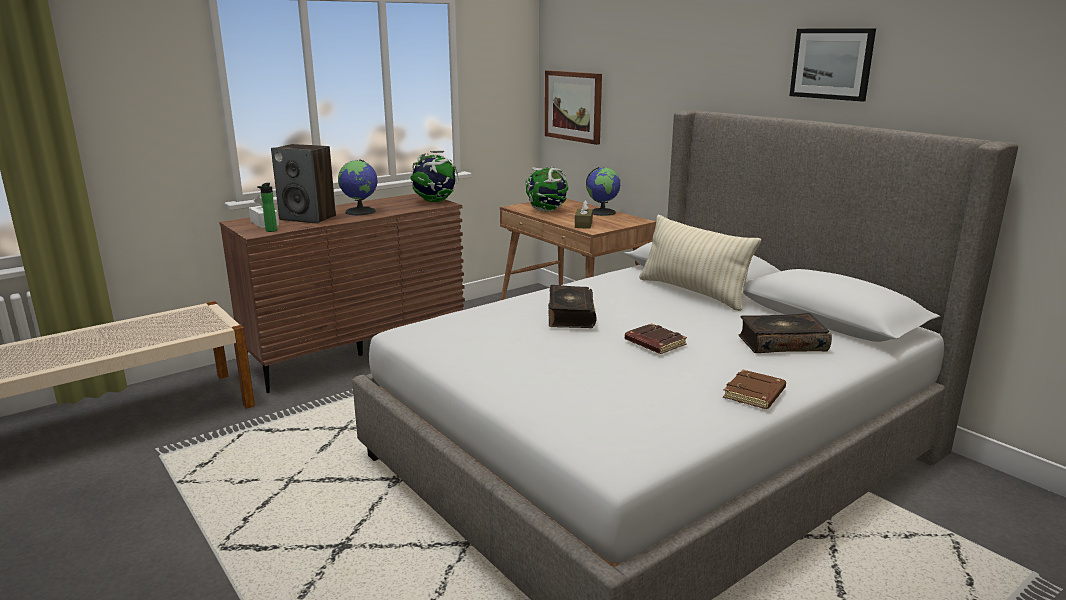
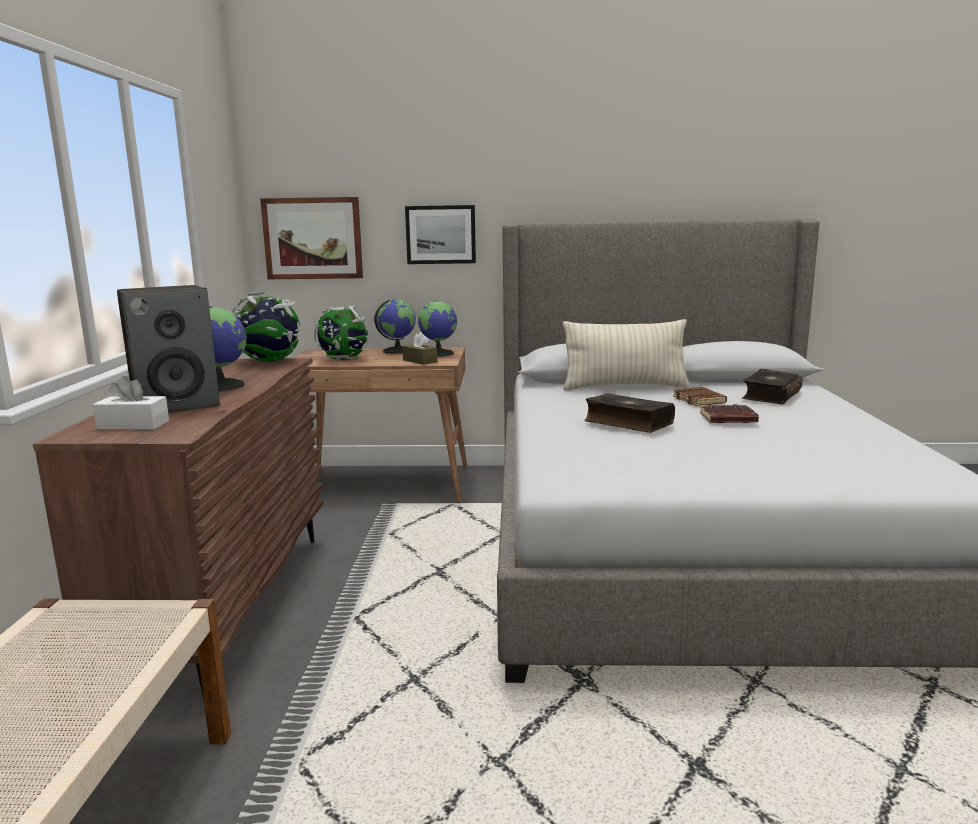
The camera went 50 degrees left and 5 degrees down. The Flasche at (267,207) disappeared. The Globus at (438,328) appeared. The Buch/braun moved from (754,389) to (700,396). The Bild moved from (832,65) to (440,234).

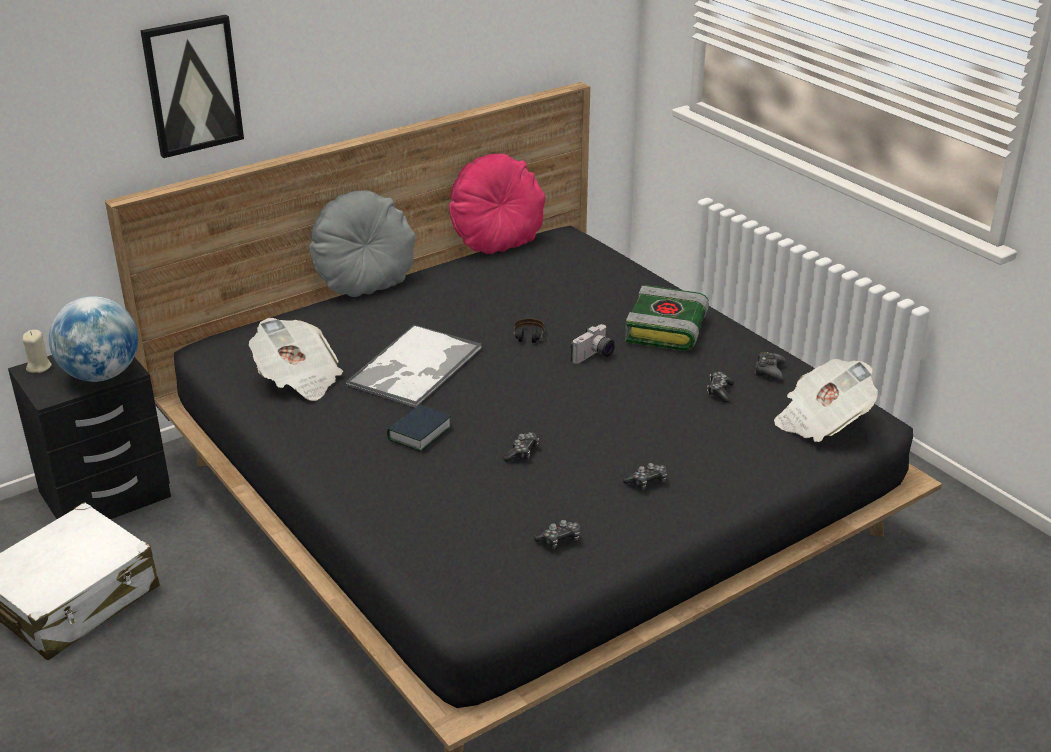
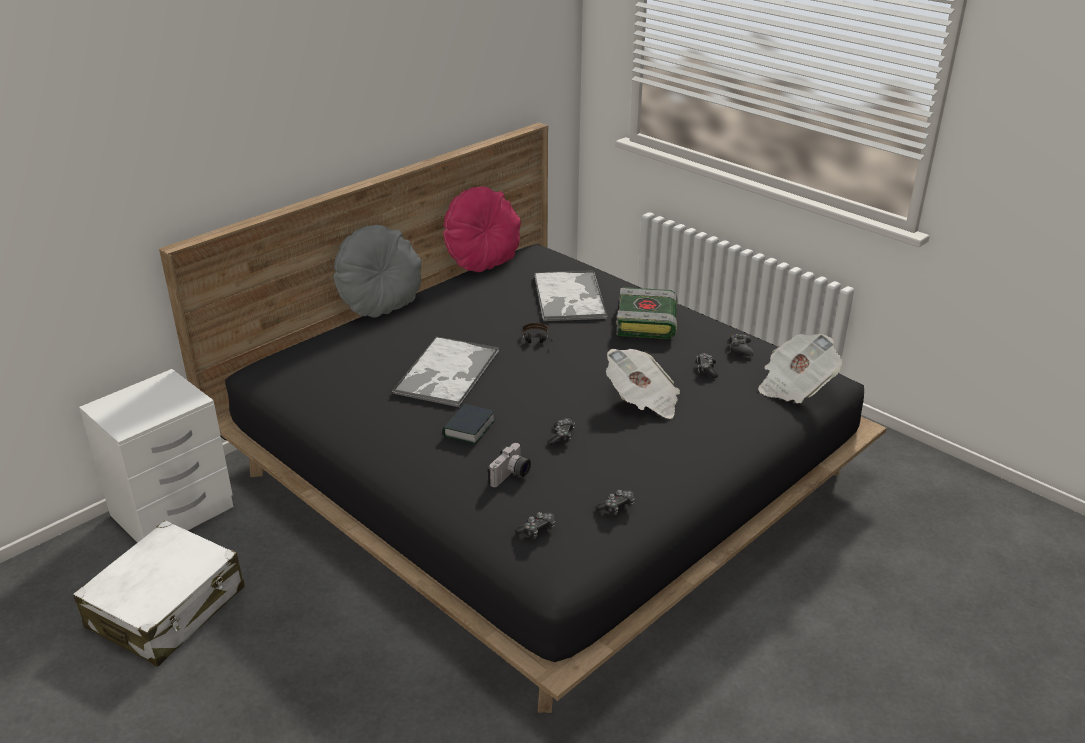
The camera went 10 degrees left and 0 degrees up. The Kerze/beige at (37,351) disappeared. The Globus at (93,339) disappeared. The Bild at (192,86) disappeared. The Tablett at (571,295) appeared. The Zeitung moved from (296,359) to (643,384). The Kamera moved from (593,344) to (509,465). The Gamepad moved from (645,476) to (535,525). The Nachttisch/schwarz at (89,437) became the Nachttisch/weiß at (156,456).

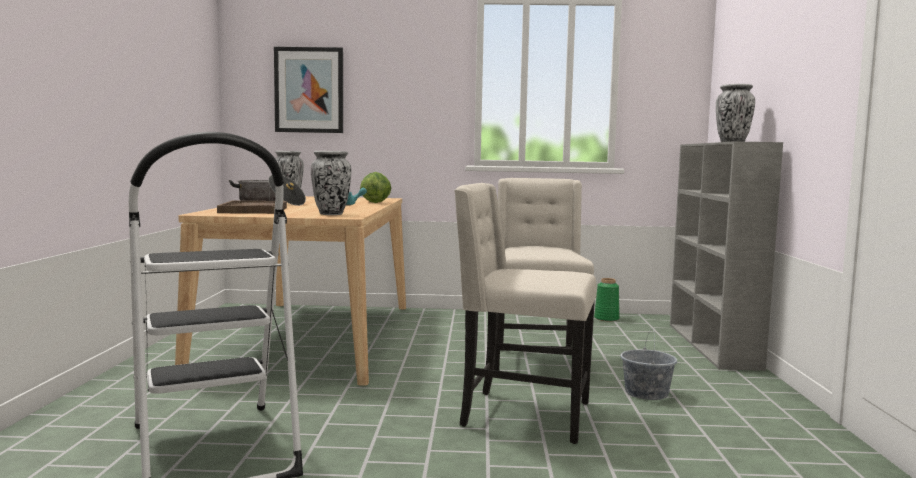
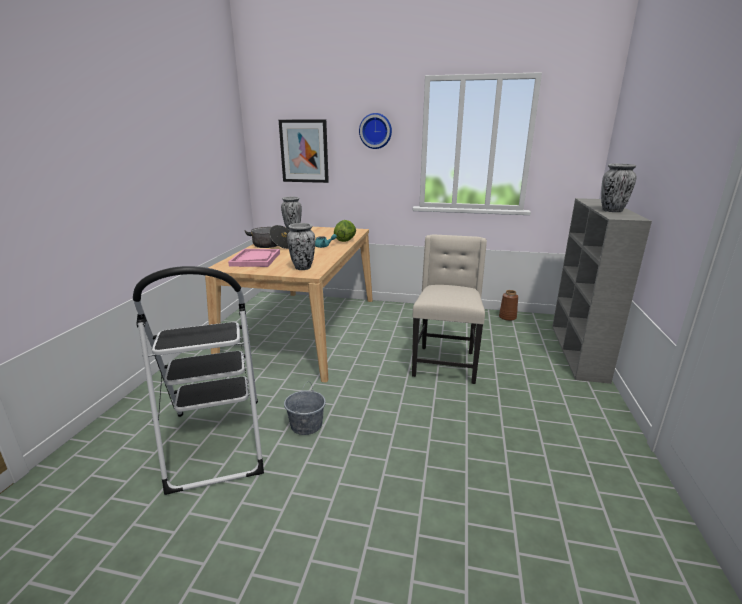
The camera went 10 degrees right and 15 degrees up. The Stuhl/beige at (525,313) disappeared. The Wanduhr at (375,131) appeared. The Eimer/grau moved from (648,364) to (305,408). The Tablett/braun at (252,207) became the Tablett/rosa at (254,258). The Vase/grün at (606,299) became the Vase/braun at (508,305).

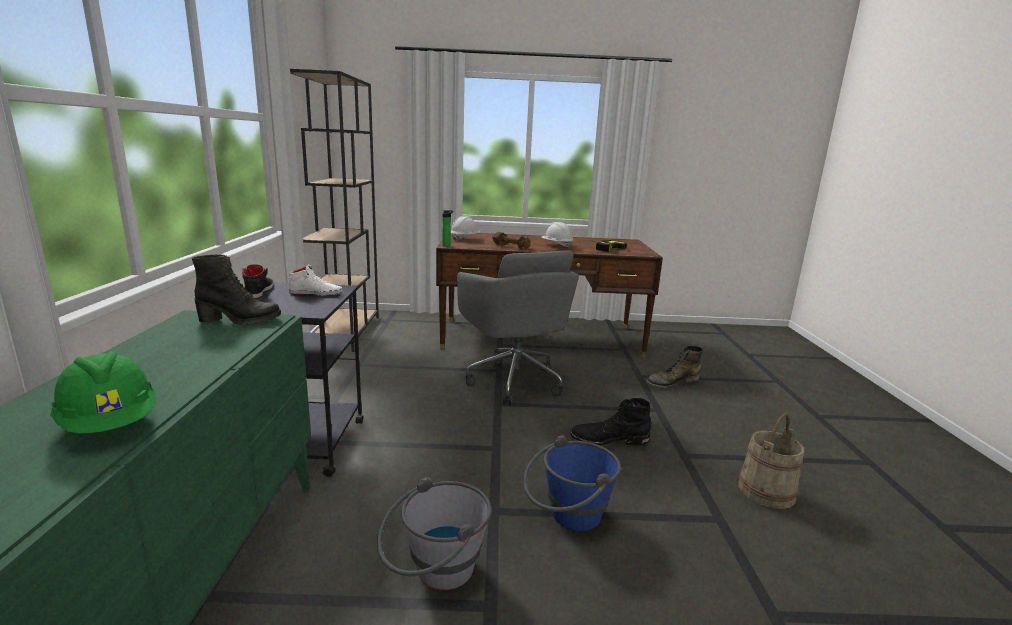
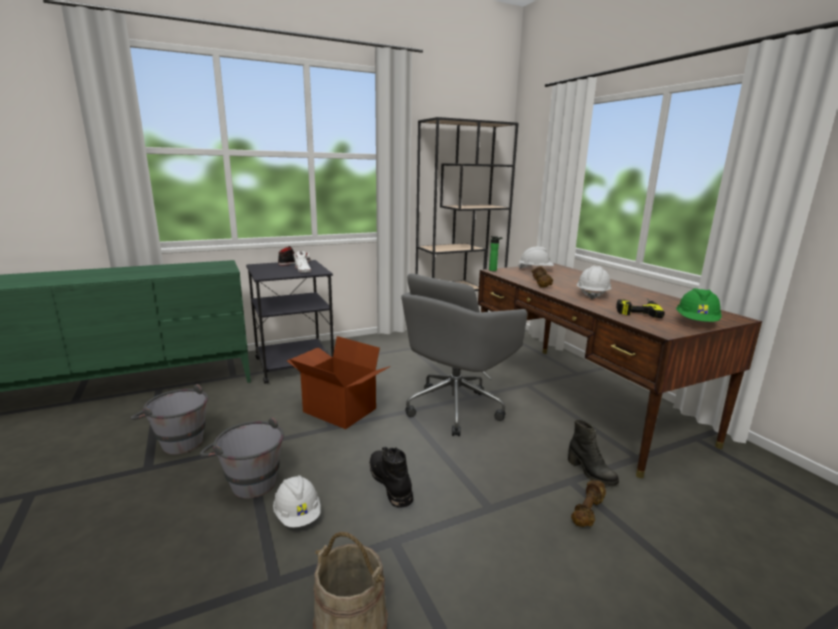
The camera went 65 degrees right and 0 degrees up. The Schutzhelm/weiß at (297,501) appeared. The Karton at (339,382) appeared. The Schutzhelm/grün moved from (103,392) to (699,305). The Stiefel/schwarz moved from (236,289) to (593,453). The Stiefel/grün at (674,366) was replaced by the Hantel/braun at (588,503). The Eimer/blau at (572,483) became the Eimer/grau at (242,457).

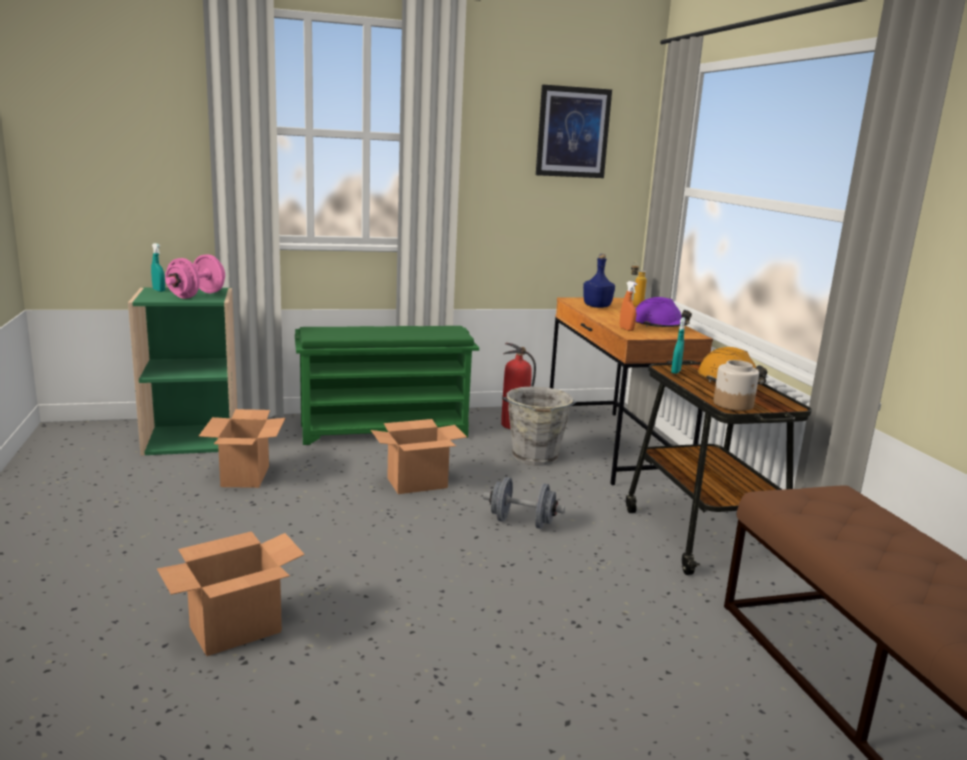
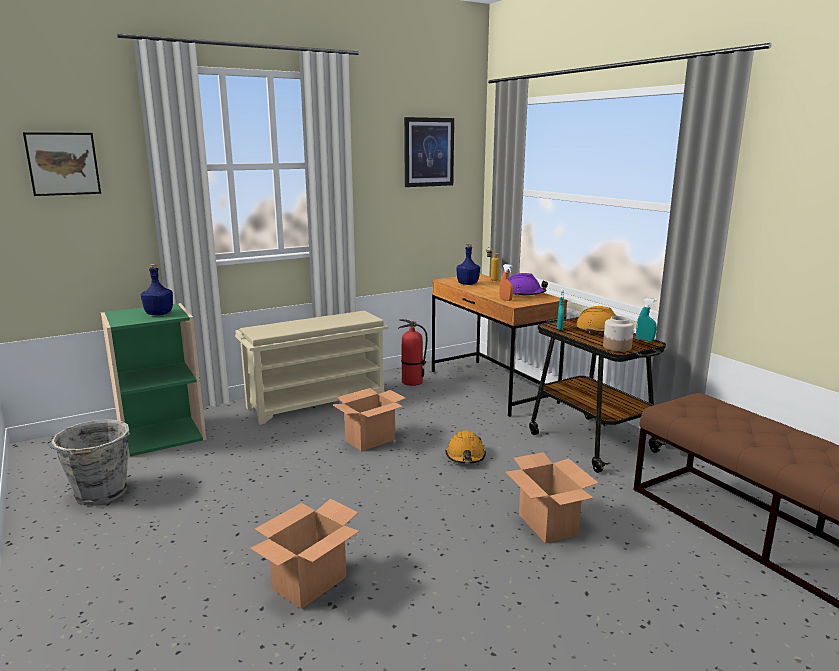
The camera went 15 degrees left and 0 degrees up. The Bild at (62,164) appeared. The Sprühflasche/türkis moved from (158,267) to (646,319). The Karton moved from (242,448) to (552,497). The Eimer/grau moved from (539,425) to (88,462). The Hantel/rosa at (195,276) was replaced by the Flasche/blau at (157,289). The Hantel/grau at (524,503) was replaced by the Schutzhelm/orange at (465,447). The Schuhregal/grün at (387,385) became the Schuhregal/beige at (311,368).

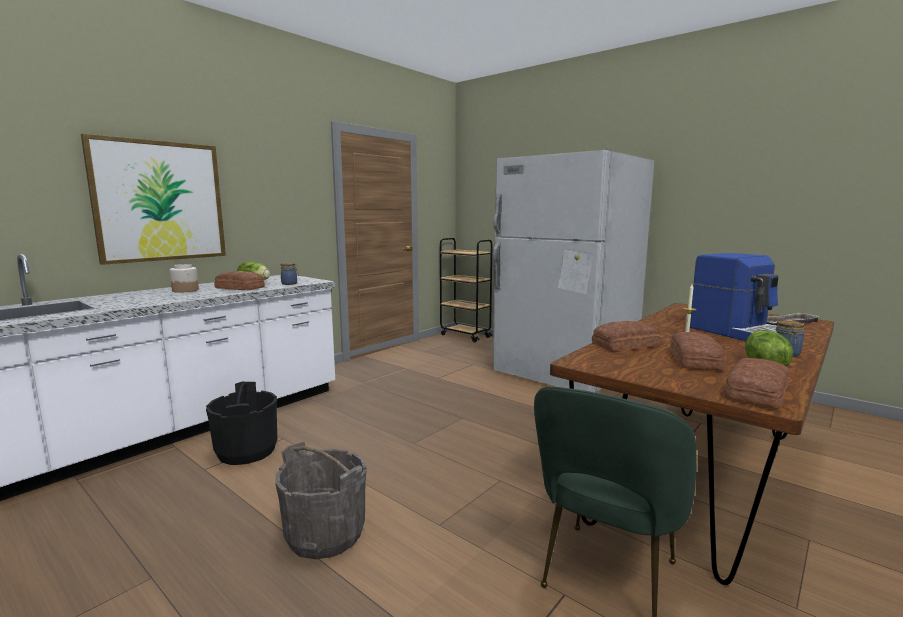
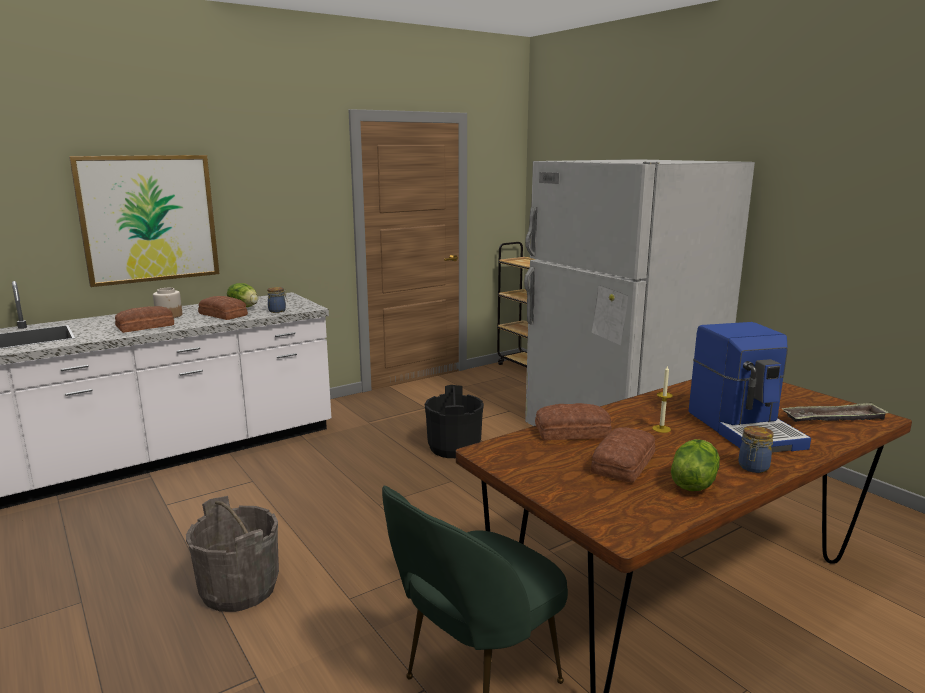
The camera went 15 degrees right and 5 degrees up. The Eimer/schwarz moved from (241,423) to (454,421). The Brot moved from (757,384) to (144,319).

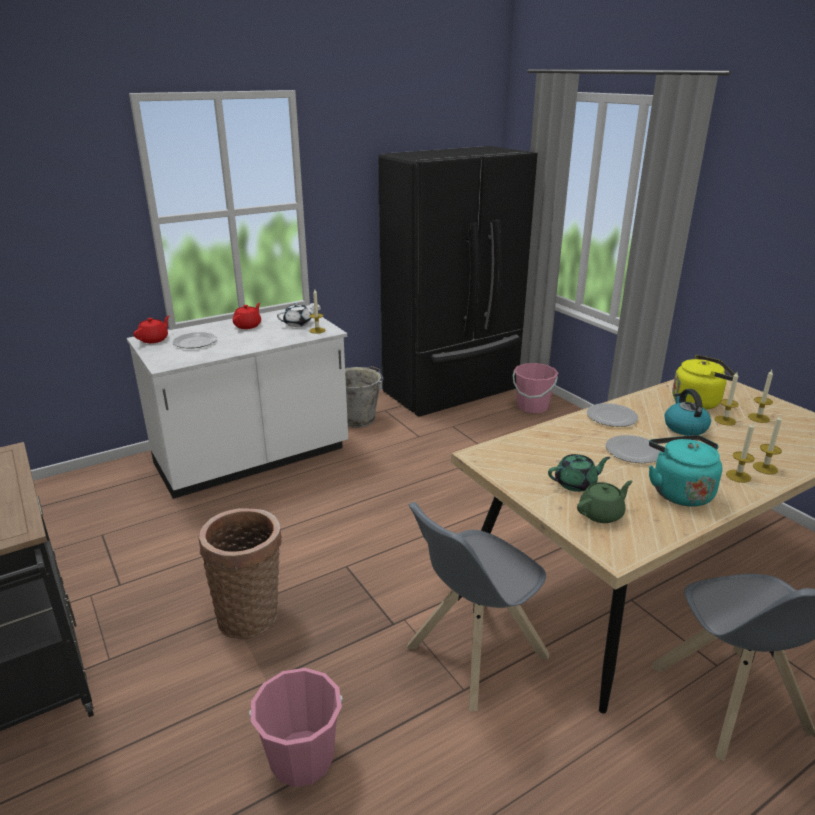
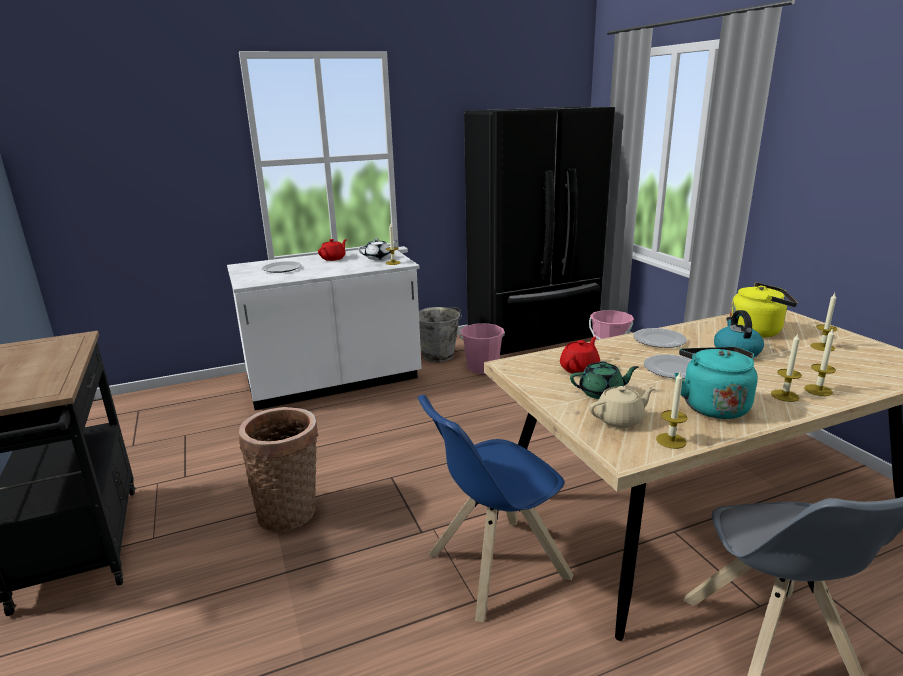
The camera went 10 degrees right and 5 degrees down. The Teekanne/rot moved from (151,329) to (580,355). The Eimer/rosa moved from (296,727) to (482,348). The Kerze moved from (726,399) to (672,410). The Stuhl/grau at (478,606) became the Stuhl/blau at (495,508). The Teekanne/grün at (605,502) became the Teekanne/beige at (622,407).

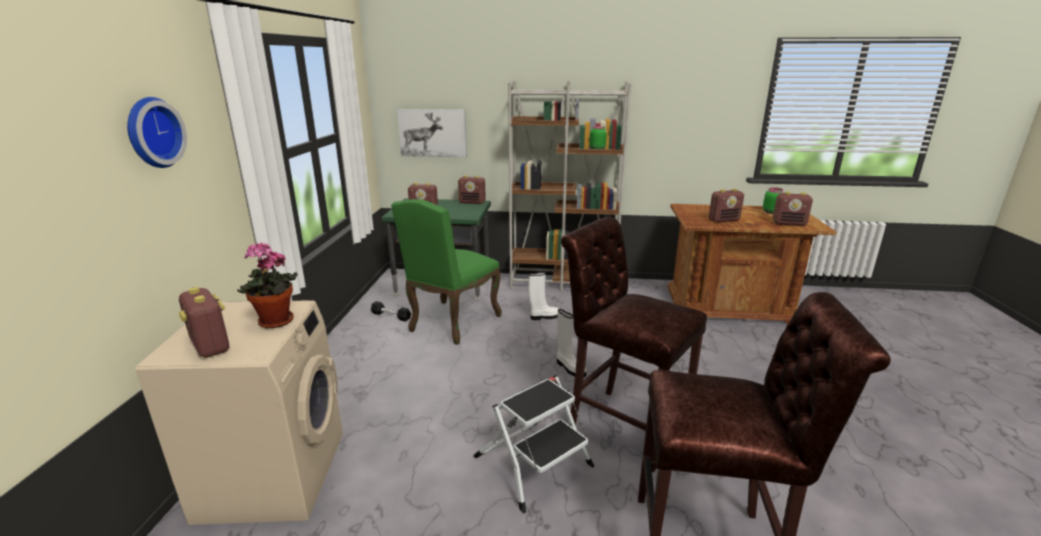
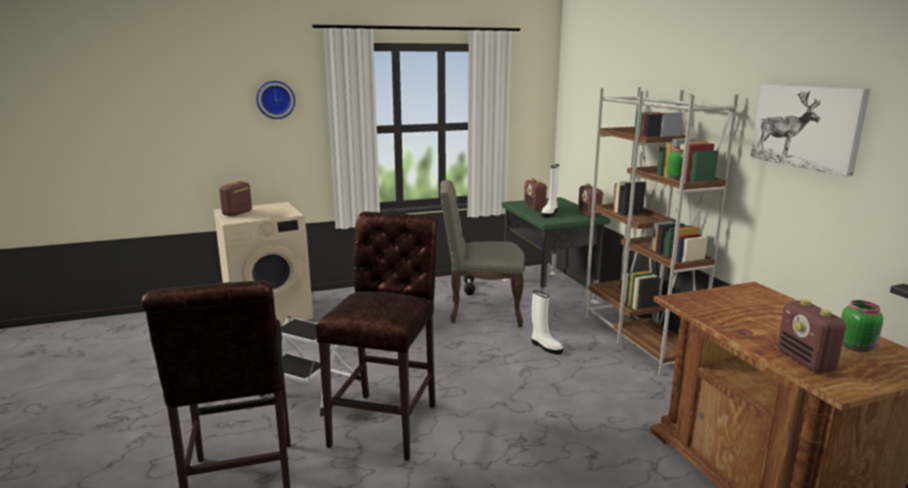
The camera went 65 degrees right and 5 degrees down. The Topfpflanze at (267,285) disappeared. The Radio at (726,205) disappeared. The Bild moved from (432,133) to (810,130). The Stiefel/weiß moved from (572,343) to (550,191). The Stuhl/grün at (446,272) became the Stuhl/grau at (482,253).

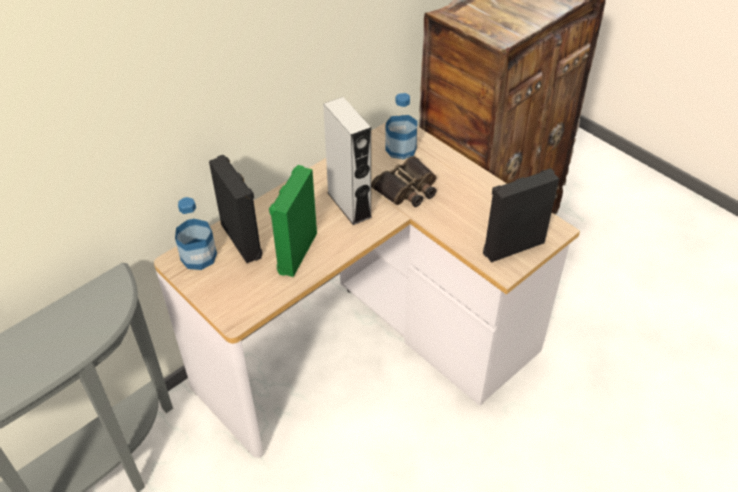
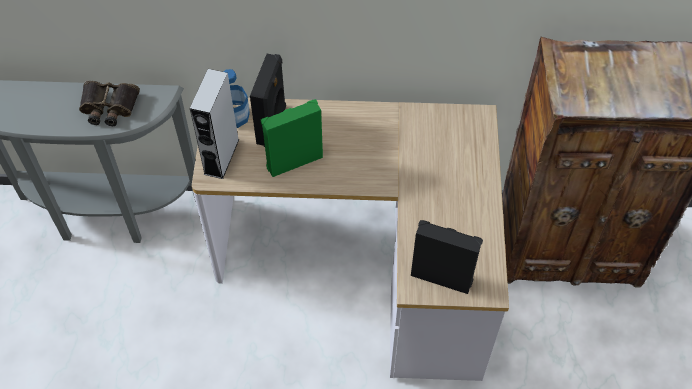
The camera went 45 degrees right and 10 degrees up. The Flasche at (401,126) disappeared. The Lautsprecher/grau moved from (347,161) to (214,124). The Fernglas moved from (404,181) to (109,103).

